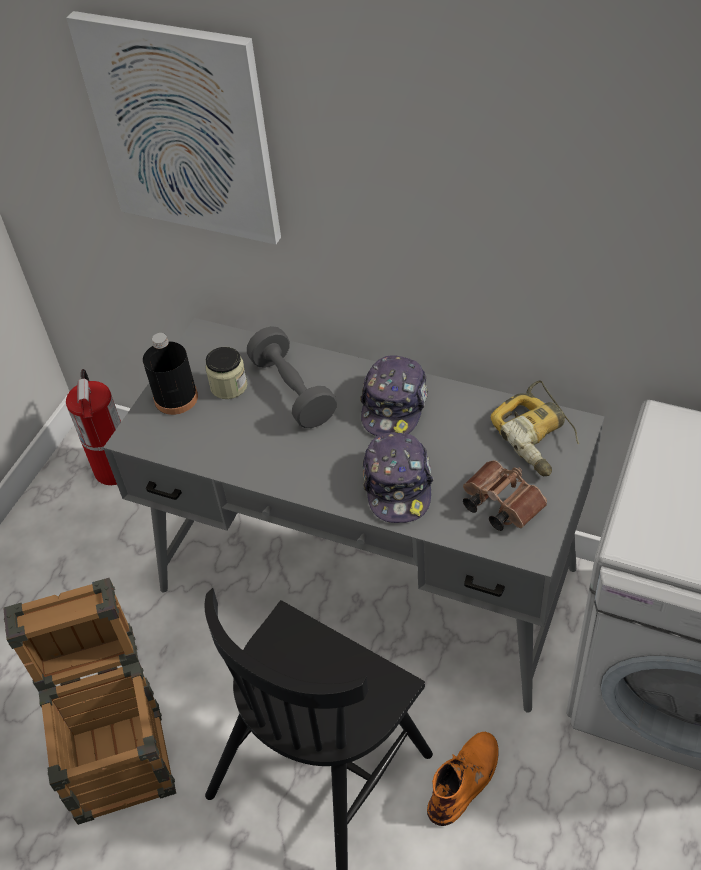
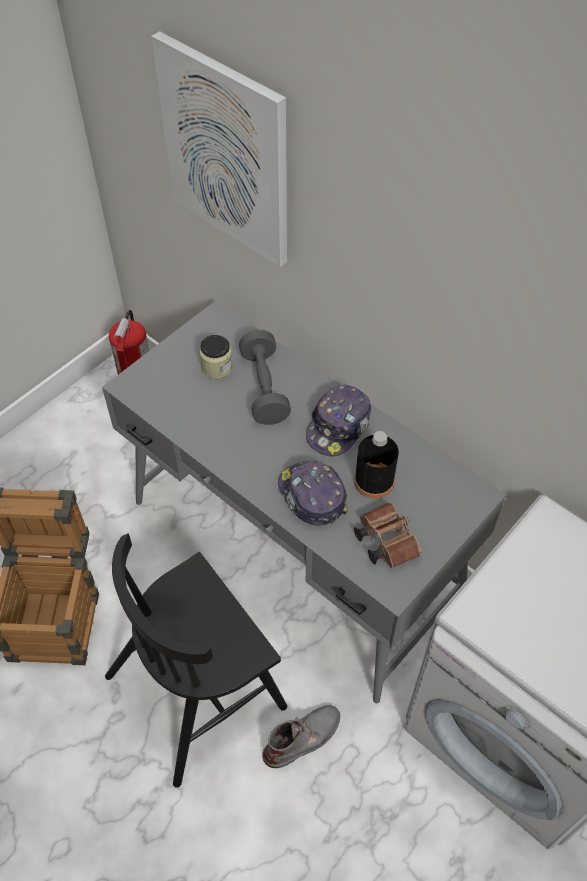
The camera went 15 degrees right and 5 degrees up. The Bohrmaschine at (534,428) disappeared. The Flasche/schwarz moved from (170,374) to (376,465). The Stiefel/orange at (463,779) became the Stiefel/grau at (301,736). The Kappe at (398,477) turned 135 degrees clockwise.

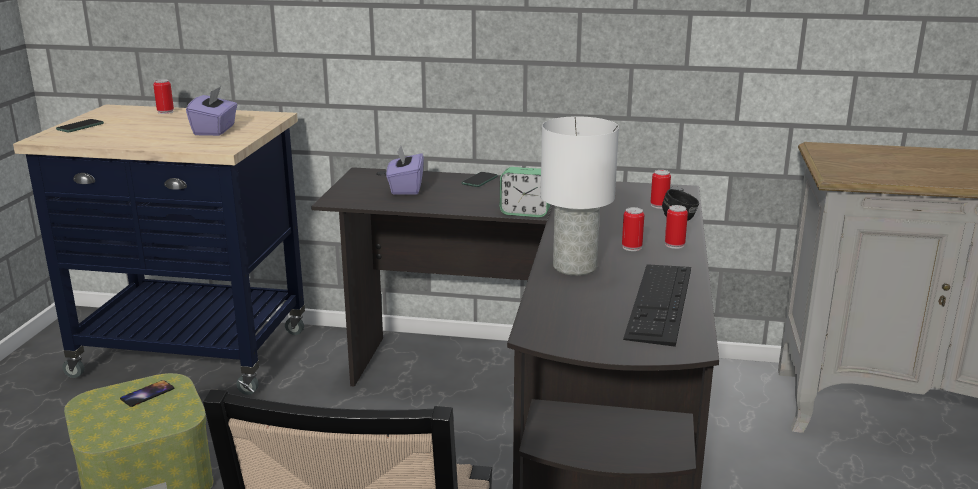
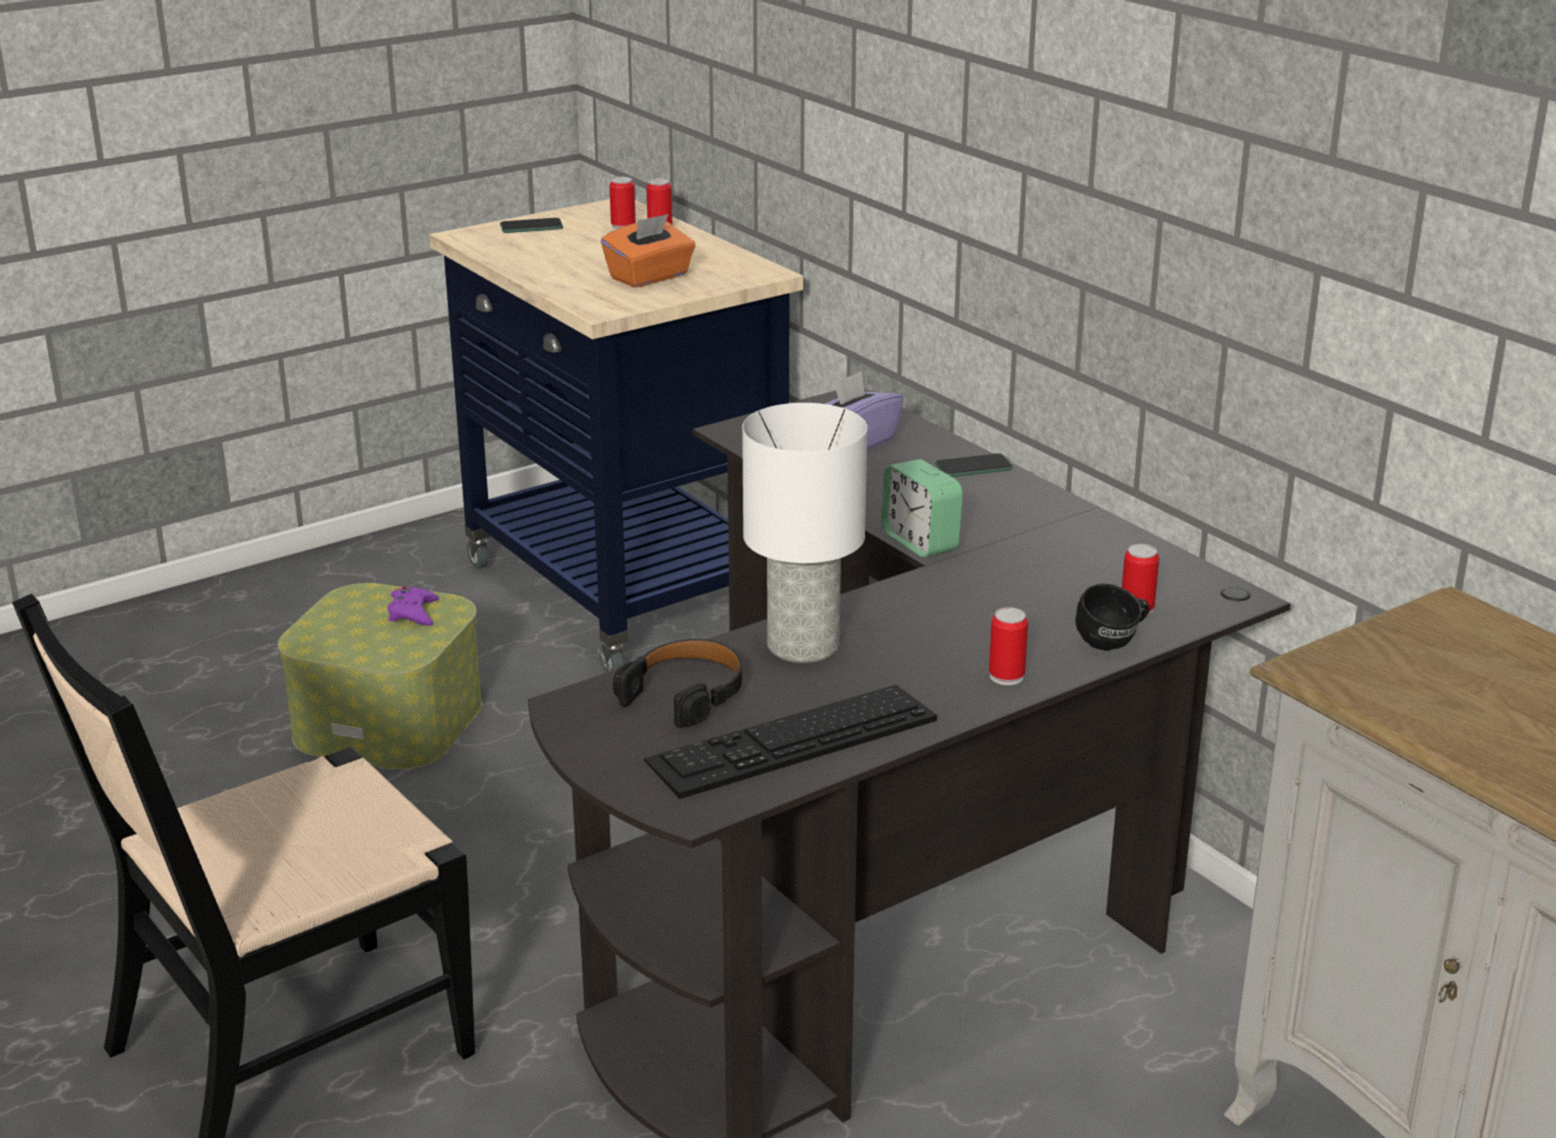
The camera went 45 degrees right and 5 degrees up. The Kopfhörer/schwarz at (677,683) appeared. The Dose moved from (633,229) to (622,203). The Handy at (147,393) was replaced by the Gamepad/lila at (413,606). The Taschentuchbox/lila at (211,111) became the Taschentuchbox/orange at (648,251).

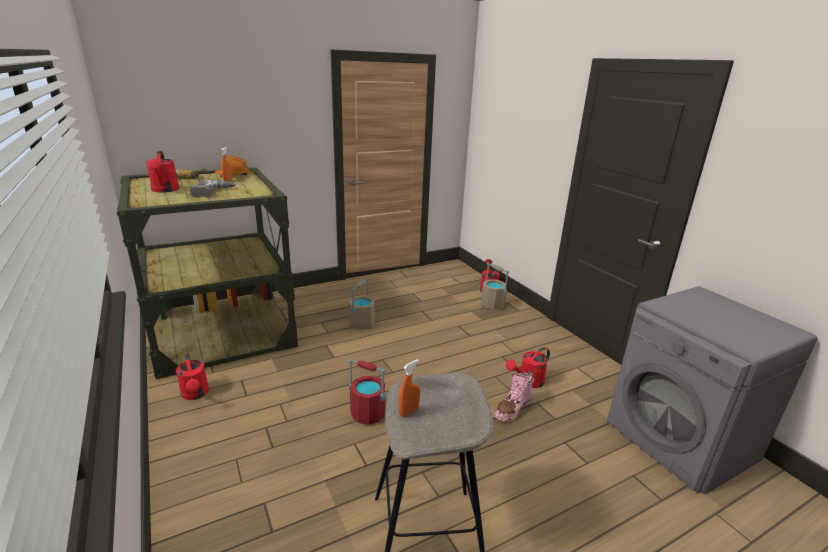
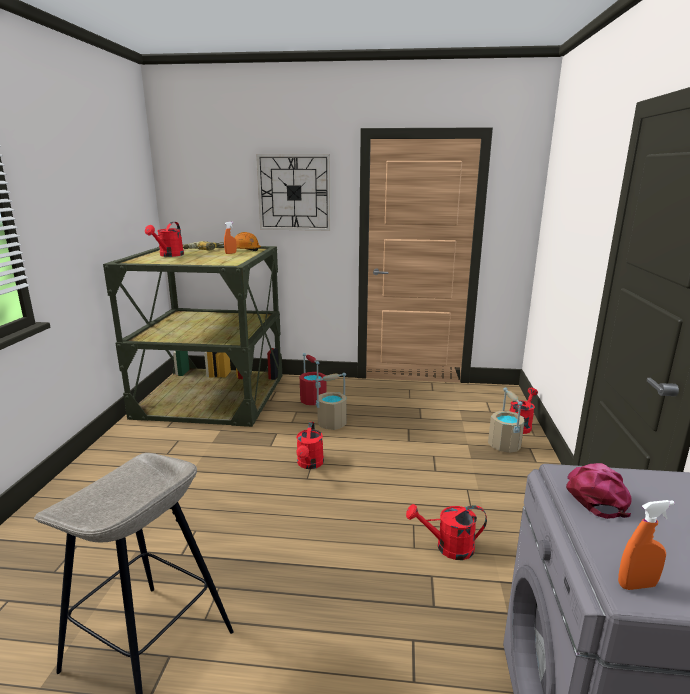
The camera went 35 degrees right and 5 degrees down. The Bohrmaschine at (213,188) disappeared. The Stiefel/rosa at (514,396) disappeared. The Wanduhr at (293,192) appeared. The Kappe/rosa at (599,491) appeared. The Gießkanne/rot moved from (192,376) to (310,445). The Eimer/rot moved from (367,392) to (313,379). The Sprühflasche/orange moved from (409,388) to (646,545).

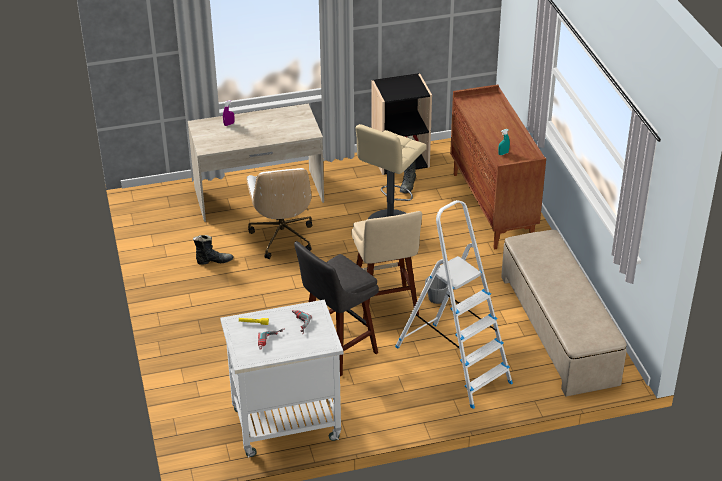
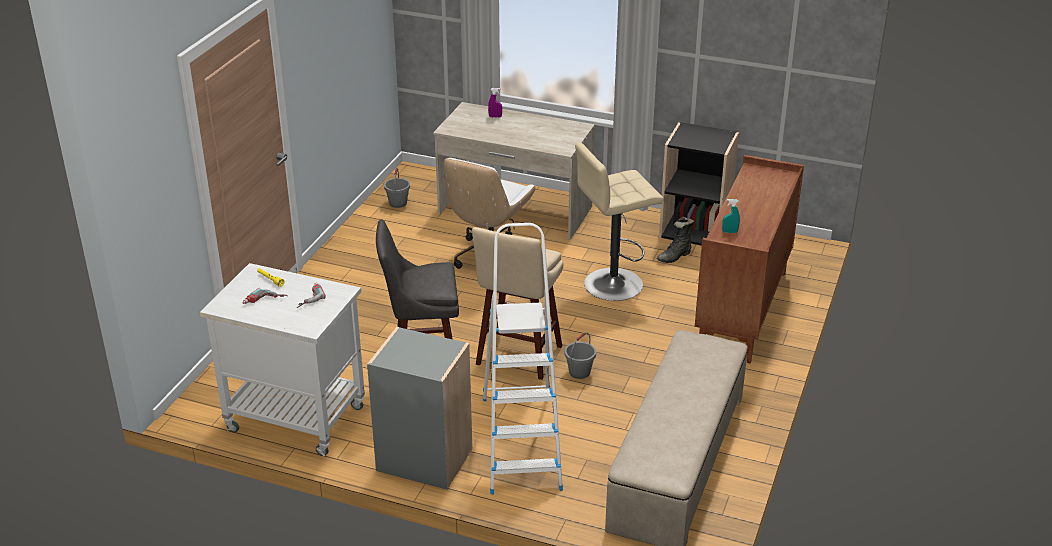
The camera went 35 degrees right and 5 degrees down. The Stiefel/schwarz at (213,250) disappeared. The Bücherregal/grau at (419,408) appeared. The Eimer/grau at (397,188) appeared.

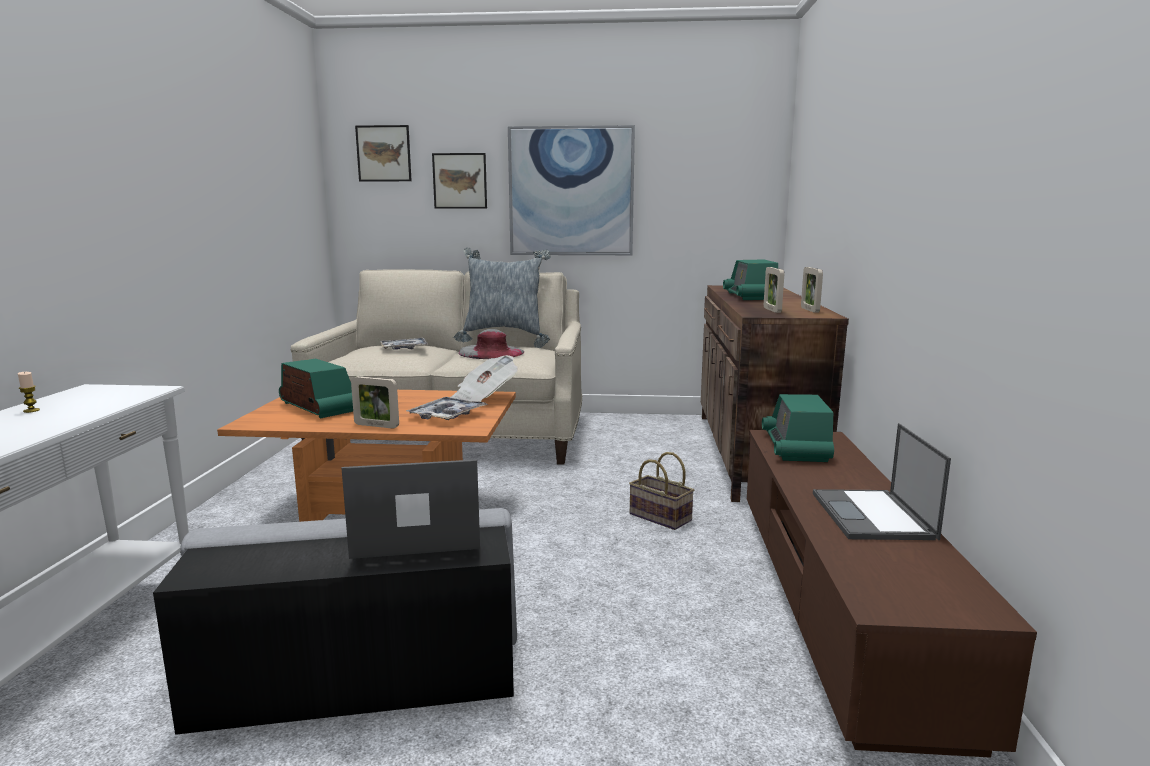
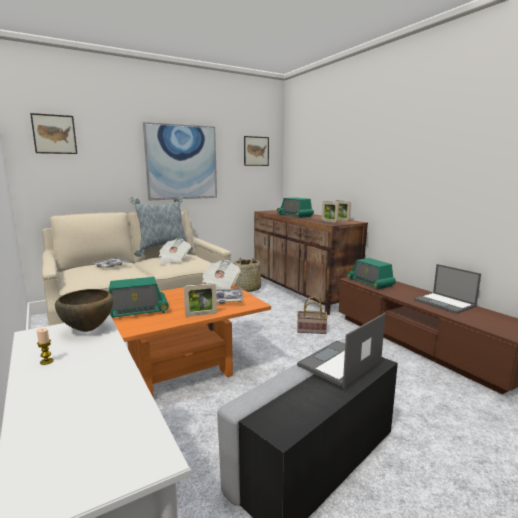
The camera went 35 degrees left and 0 degrees up. The Schüssel/braun at (84,310) appeared. The Korb at (247,274) appeared. The Bild moved from (459,181) to (256,151). The Hut/grau at (491,344) was replaced by the Zeitung at (175,251). The Radio at (316,389) turned 150 degrees clockwise.

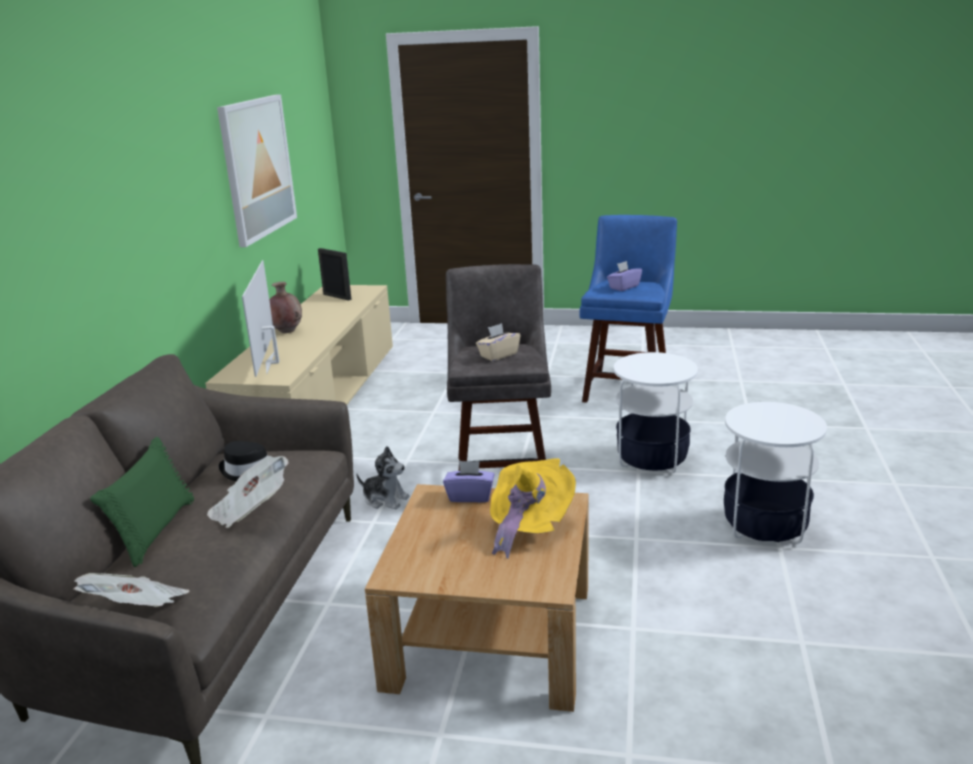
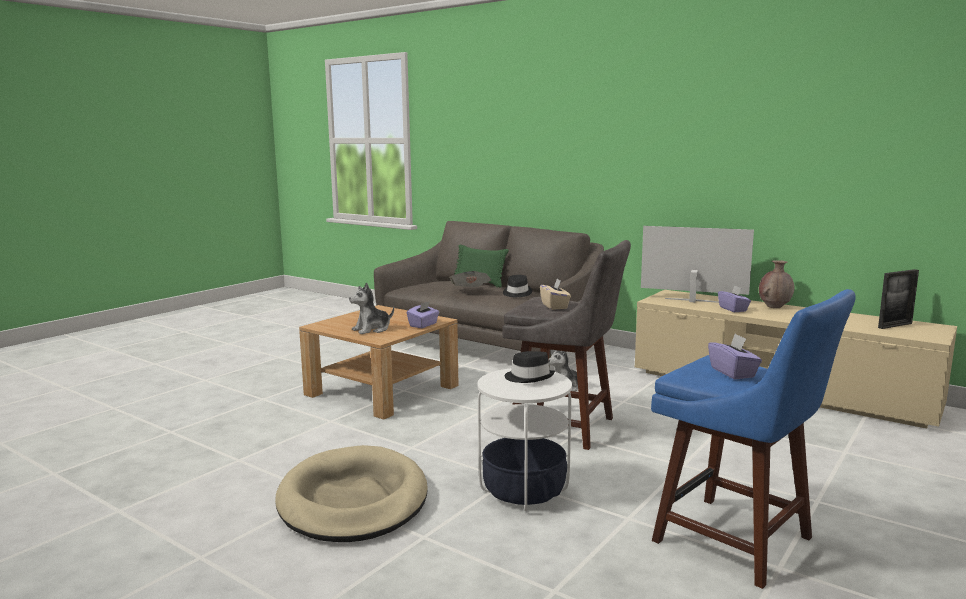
The camera went 115 degrees right and 10 degrees down. The Zeitung at (131,590) disappeared. The Bild at (257,170) disappeared. The Hut/schwarz at (530,367) appeared. The Taschentuchbox/lila at (734,298) appeared. The Hut/gelb at (533,508) was replaced by the Plüschtier at (371,308). The Beistelltisch/weiß at (775,473) was replaced by the Hundebett/beige at (351,493).

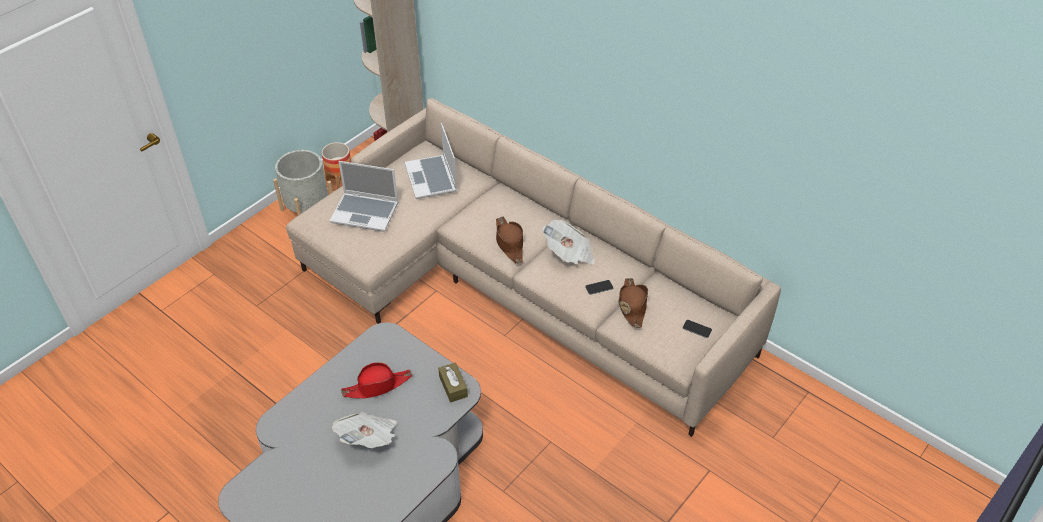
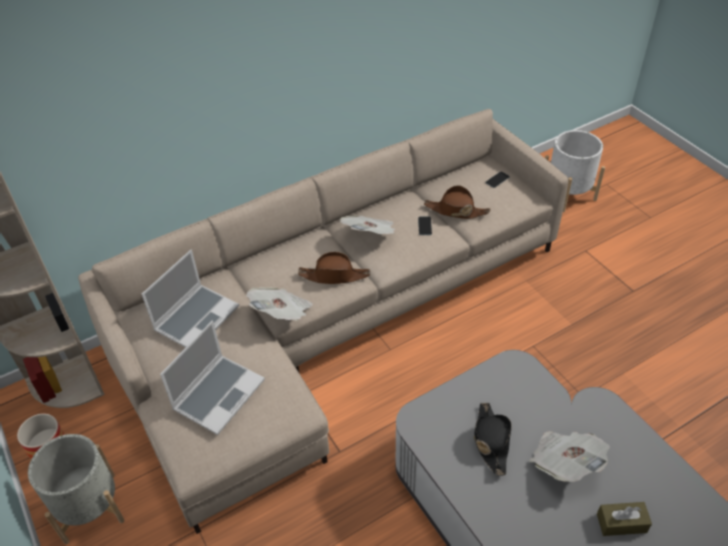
The camera went 70 degrees left and 0 degrees up. The Zeitung at (279,304) appeared. The Pflanzkübel/weiß at (575,171) appeared. The Taschentuchbox/braun moved from (453,382) to (624,519). The Hut/rot at (376,380) became the Hut/schwarz at (493,439). The Laptop at (431,161) turned 60 degrees counterclockwise.

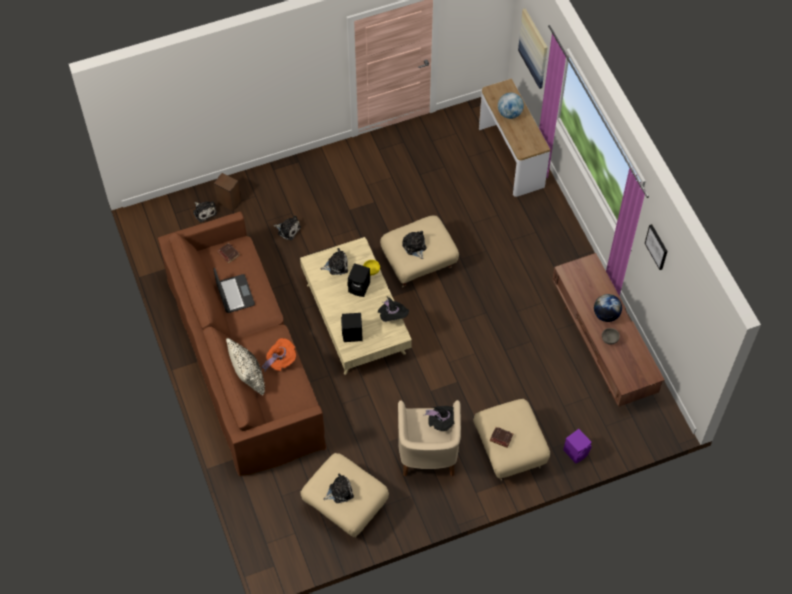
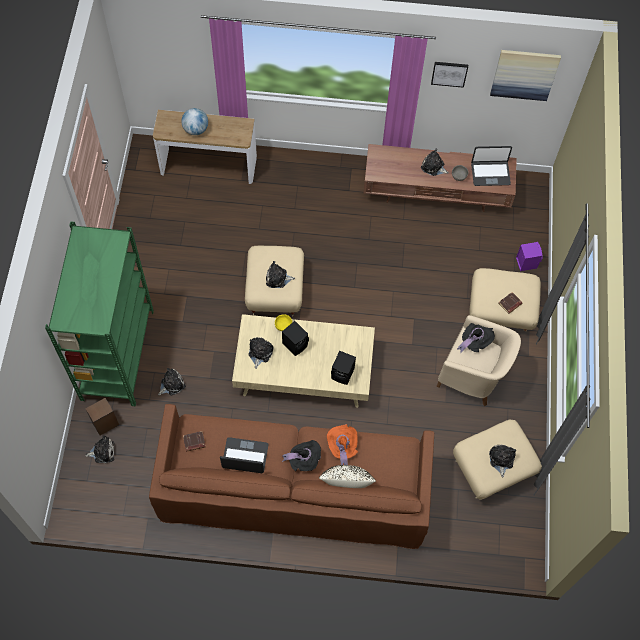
The camera went 65 degrees left and 5 degrees up. The Bücherregal/grün at (99,314) appeared. The Laptop at (491,166) appeared. The Hut/schwarz moved from (393,309) to (301,455). The Bild moved from (533,48) to (525,75). The Globus at (608,308) was replaced by the Plüschtier at (435,162).

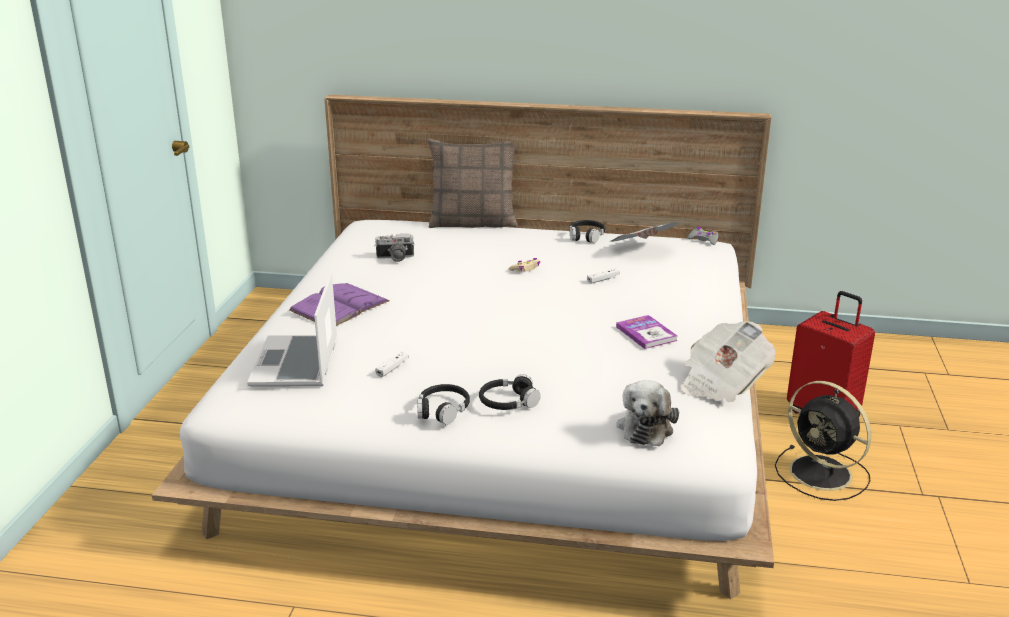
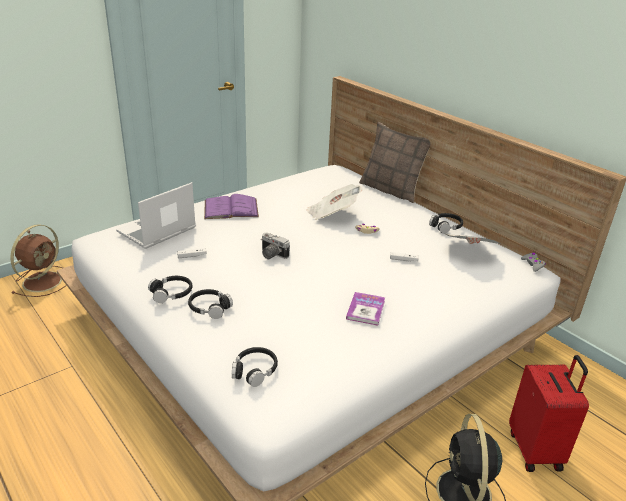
The camera went 40 degrees right and 5 degrees up. The Ventilator/braun at (38,260) appeared. The Kamera moved from (395,247) to (276,246). The Zeitung moved from (728,361) to (334,202). The Plüschtier at (647,413) was replaced by the Kopfhörer/schwarz at (255,367).

